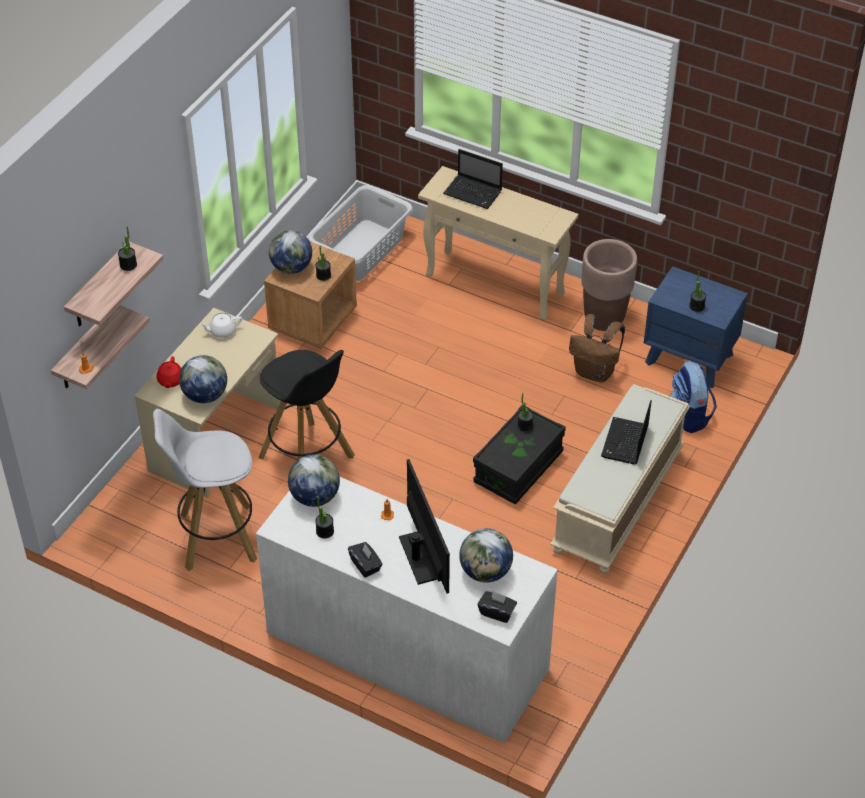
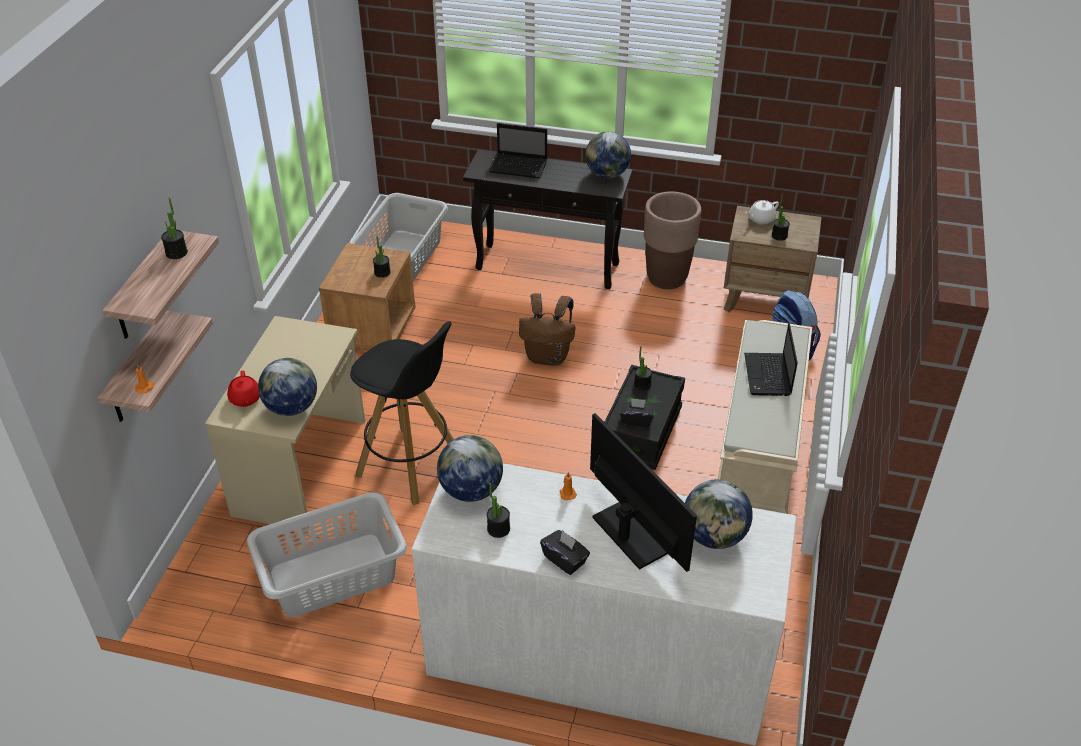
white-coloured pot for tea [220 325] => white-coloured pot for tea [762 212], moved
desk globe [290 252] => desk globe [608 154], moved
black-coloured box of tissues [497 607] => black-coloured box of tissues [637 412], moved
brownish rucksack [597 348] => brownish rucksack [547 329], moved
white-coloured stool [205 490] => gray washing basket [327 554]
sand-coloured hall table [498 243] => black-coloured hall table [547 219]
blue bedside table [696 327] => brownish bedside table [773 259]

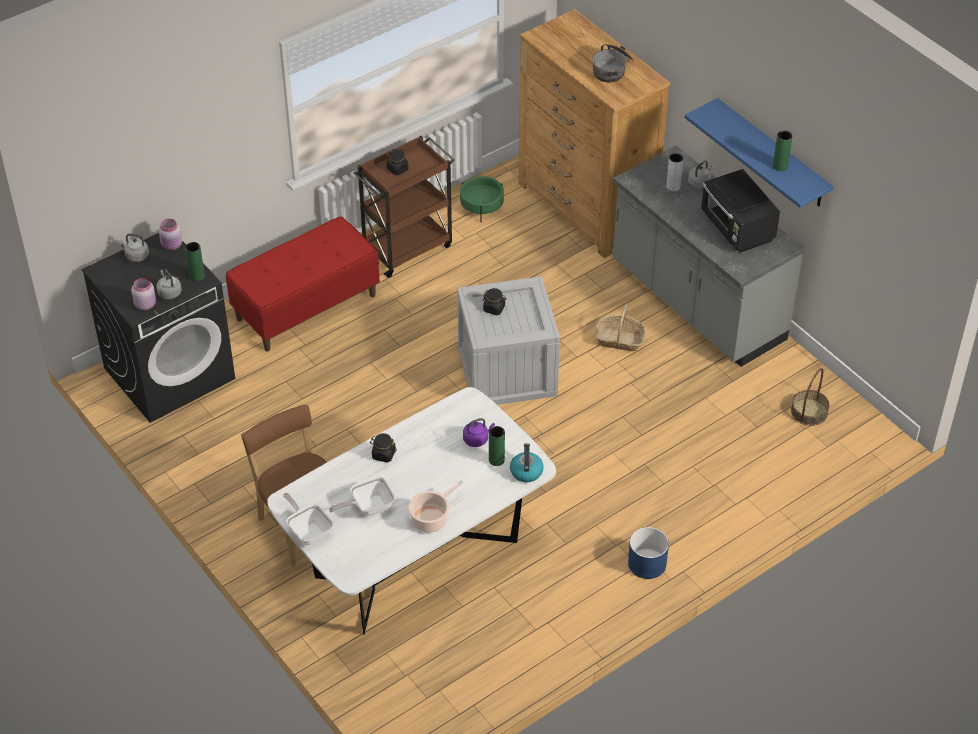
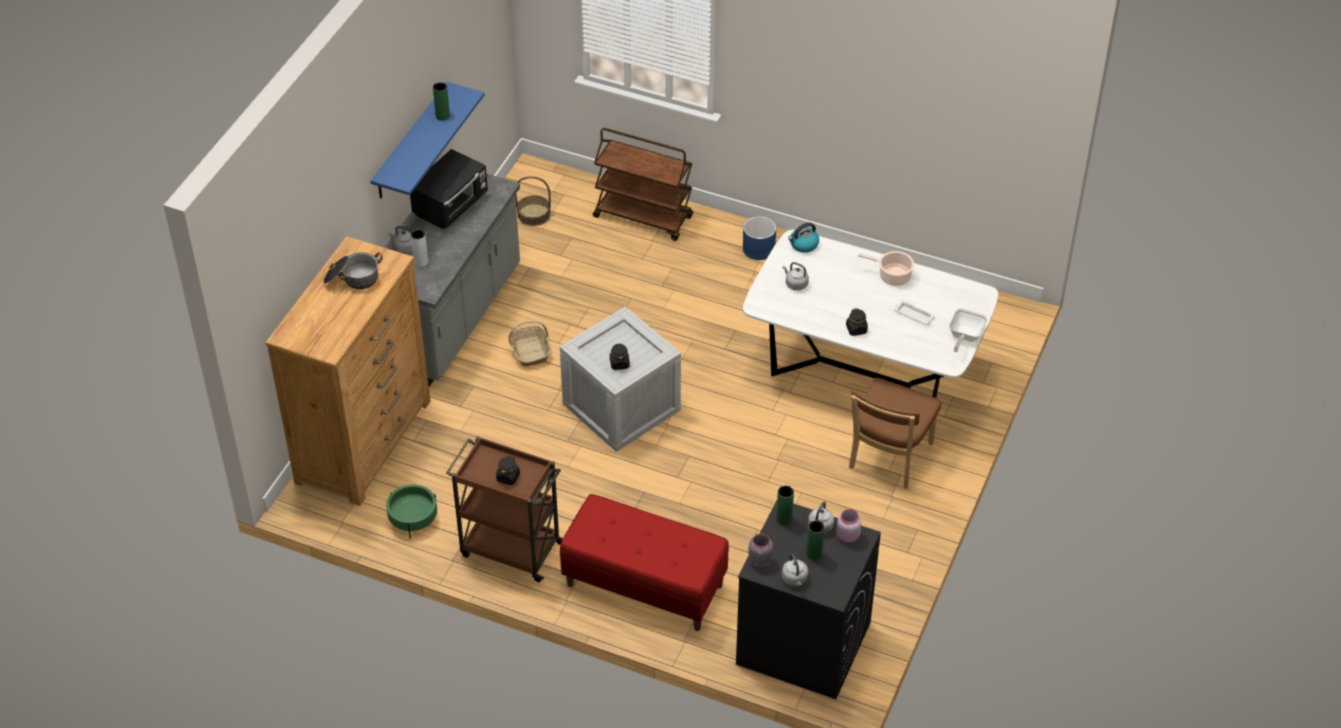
nothing => brownish trolley [643 184]
green-coloured decorative vase [497 446] => green-coloured decorative vase [815 540], moved
skillet [362 496] => white-coloured serving tray [915 312]
pink-coloured jar [170 234] => gray jar [760 550]
purple-coloured water kettle [479 432] => gray water kettle [796 276]

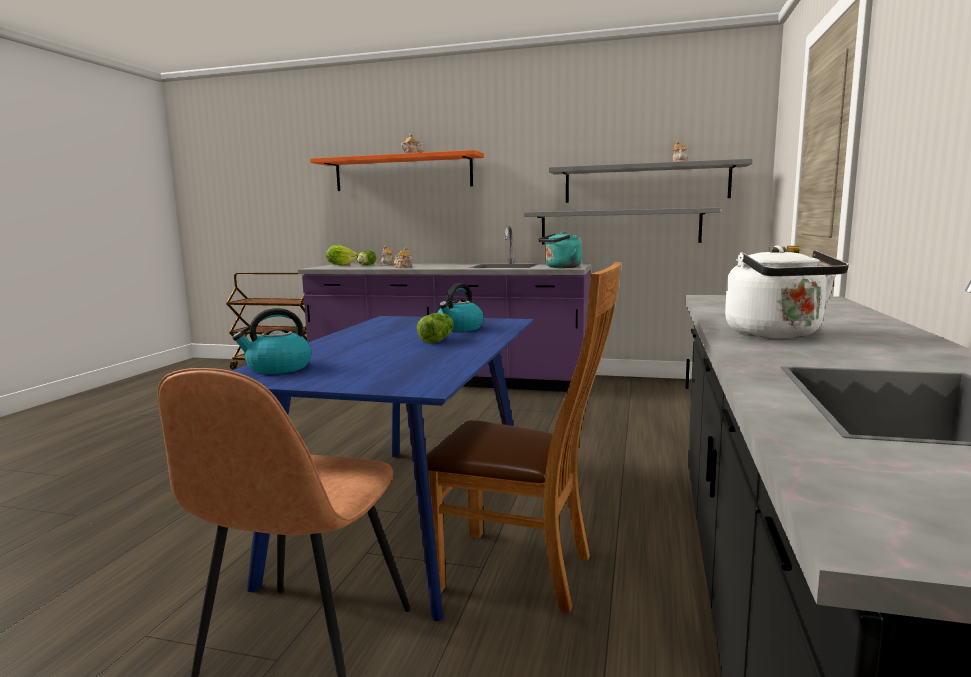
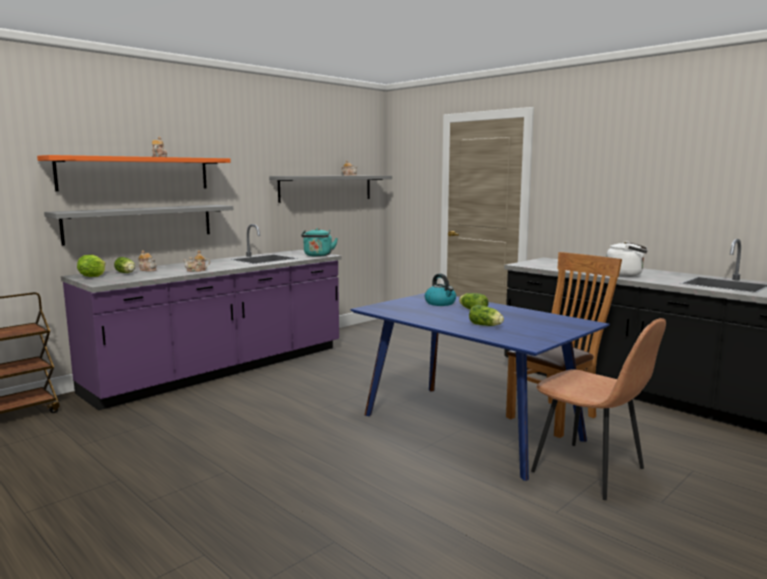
water kettle [272 341] => nothing
nothing => lettuce head [486 315]
gray wall shelf [622 225] => gray wall shelf [138 225], moved

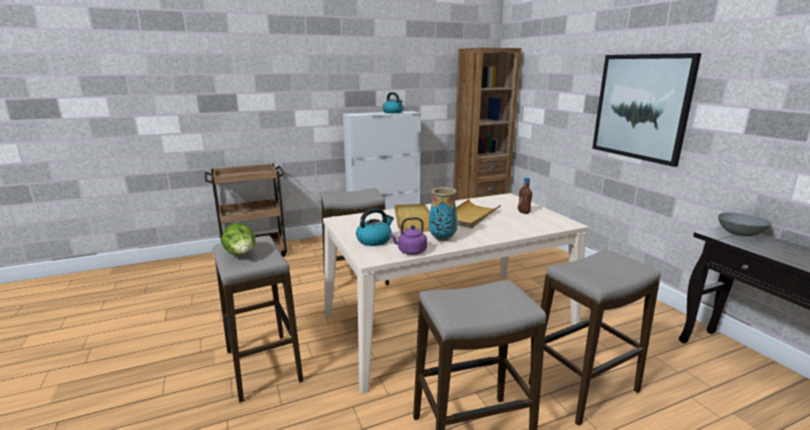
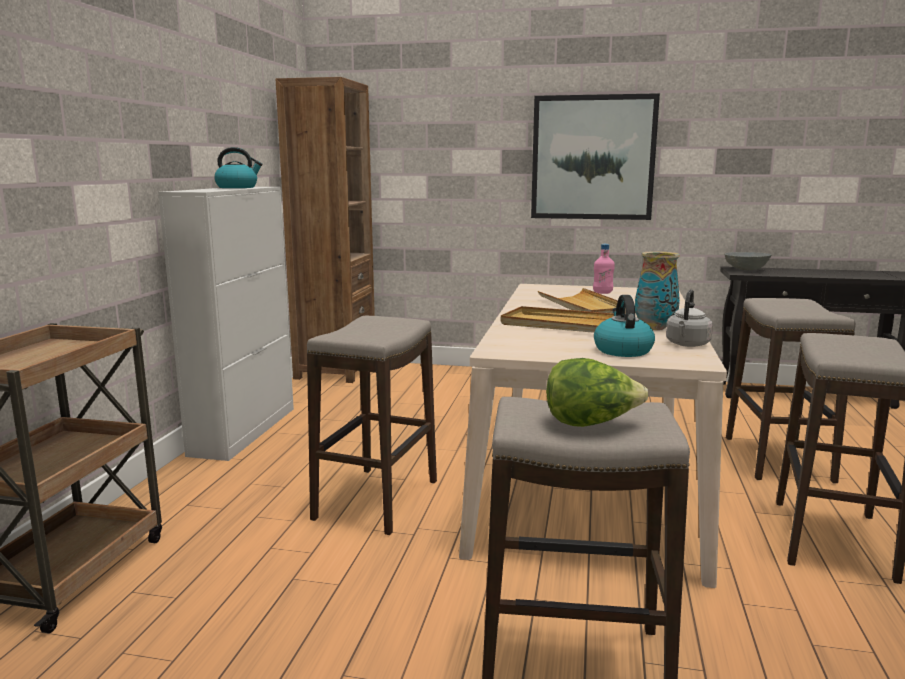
purple-coloured water kettle [408 236] => gray water kettle [689 318]
brownish drink bottle [525 195] => pink-coloured drink bottle [604 269]

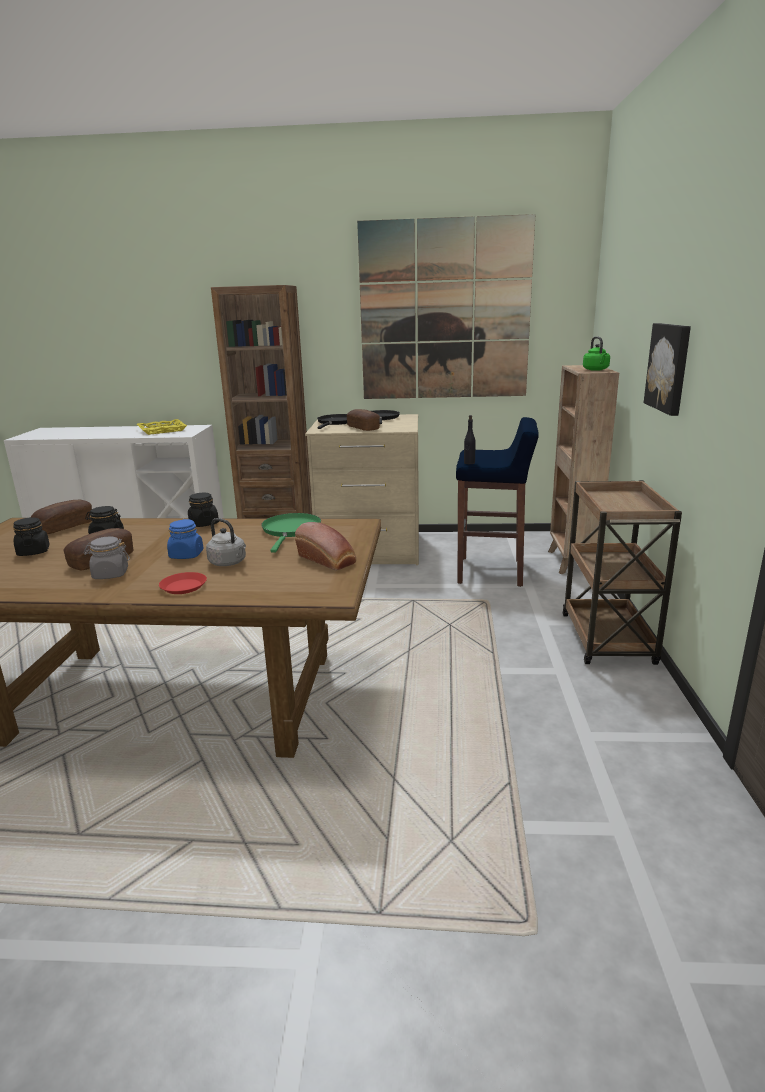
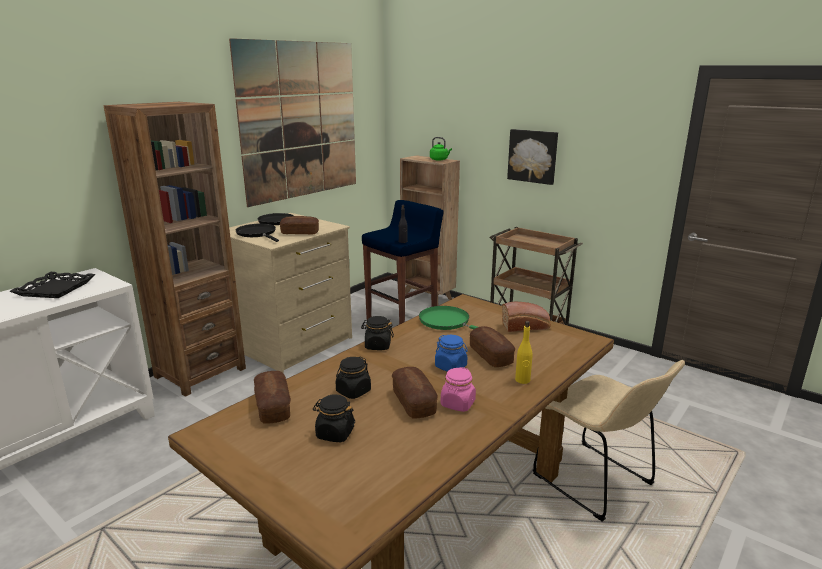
nothing => sand-coloured chair [609 441]
reddish plate [183 583] => yellow-coloured drink bottle [523 352]
gray water kettle [226 542] => bread [492 346]
gray jar [107 558] => pink-coloured jar [458 389]
yellow-coloured serving tray [162 427] => black-coloured serving tray [52 285]

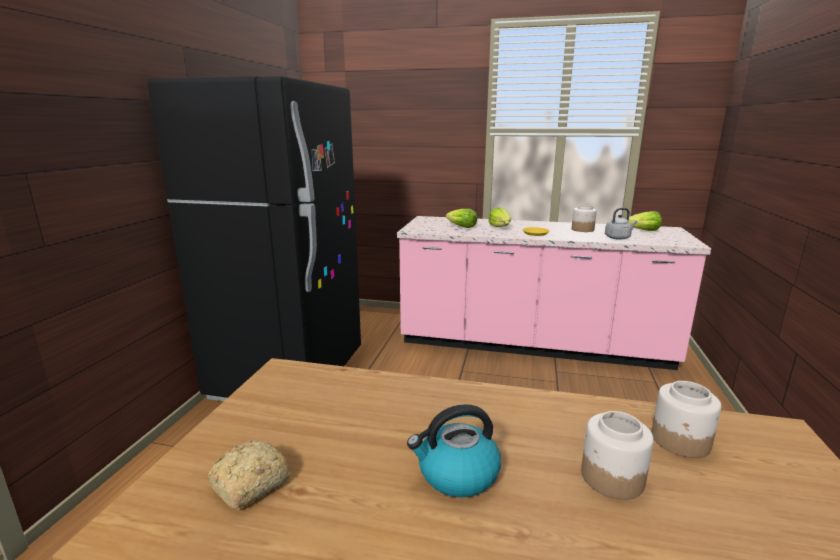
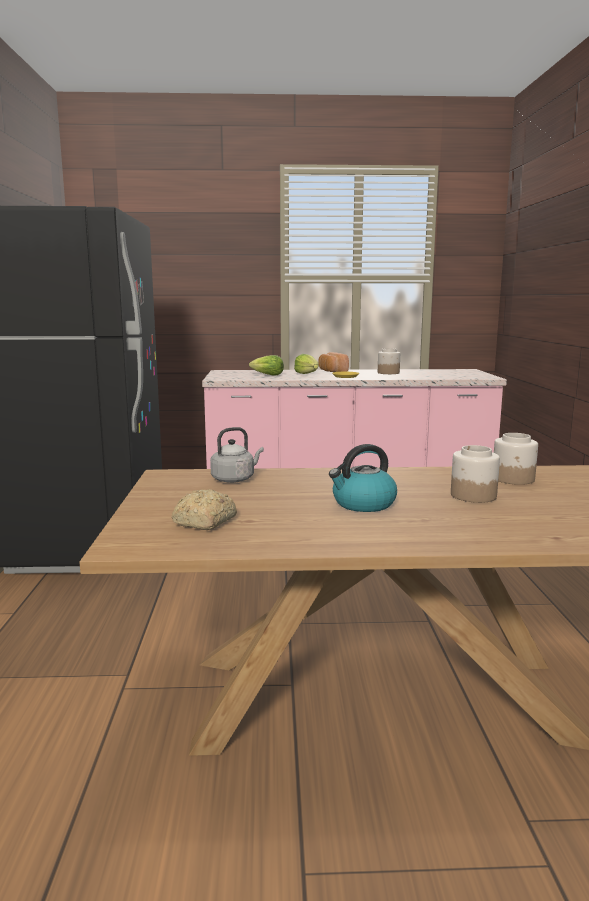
lettuce head [644 221] => nothing
nothing => bread [334 362]
gray water kettle [621 224] => gray water kettle [237 455], moved

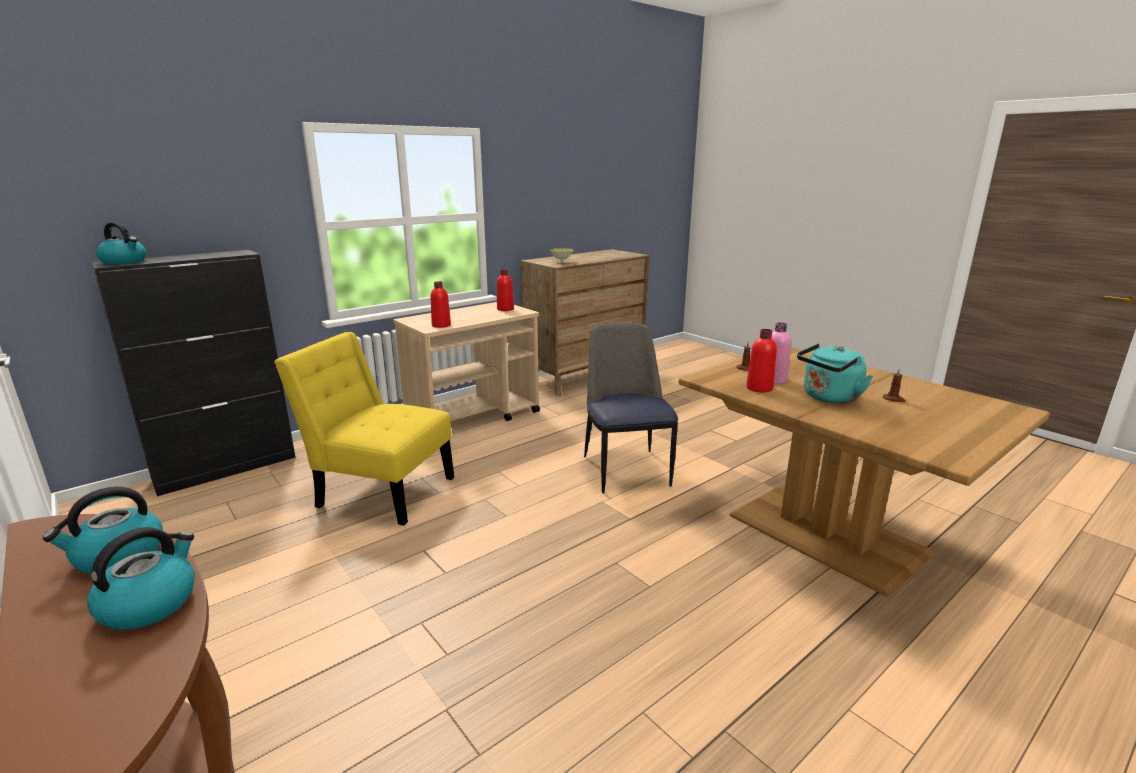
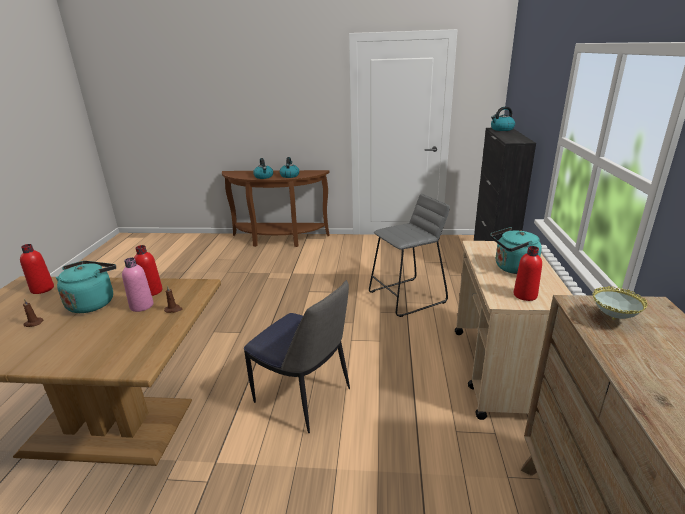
nothing => turquoise-coloured water kettle [516 250]
reddish drink bottle [440 304] => reddish drink bottle [37 269], moved
yellow-coloured chair [364 428] => gray stool [409 255]

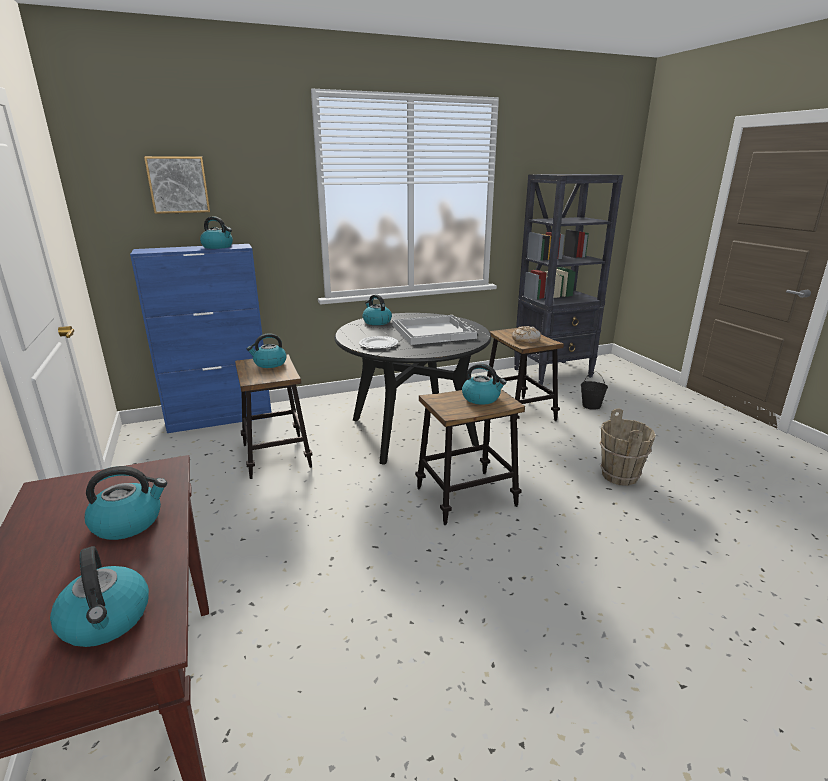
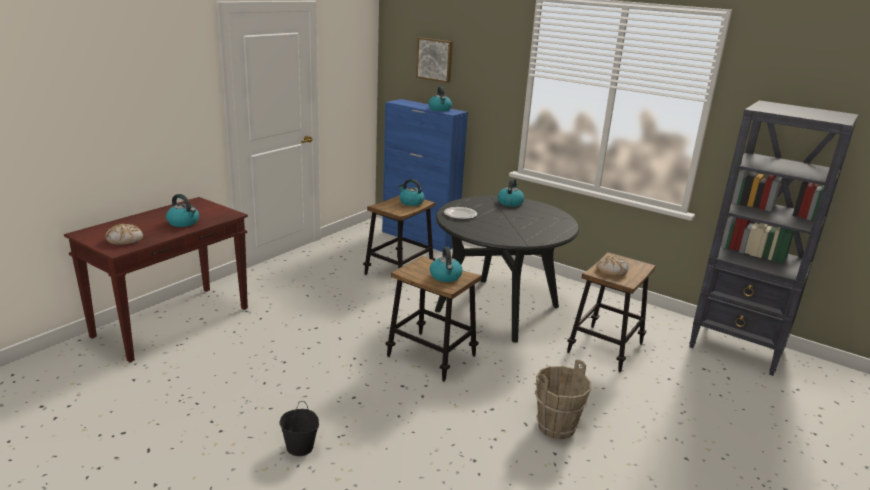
white-coloured serving tray [434 330] => nothing
black-coloured bucket [594 390] => black-coloured bucket [299 428], moved
water kettle [99 596] => bread [124 234]

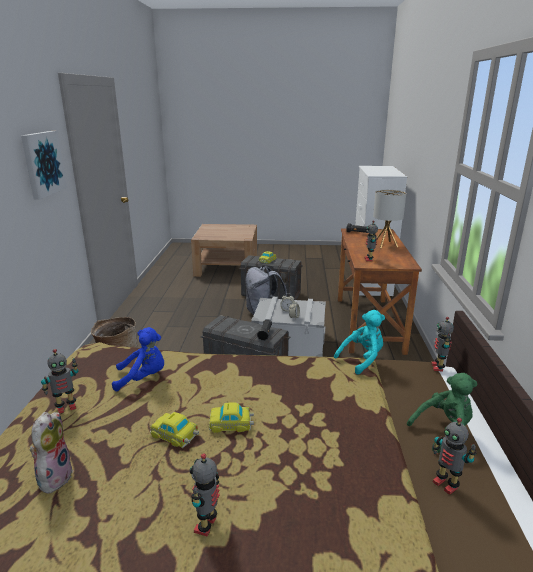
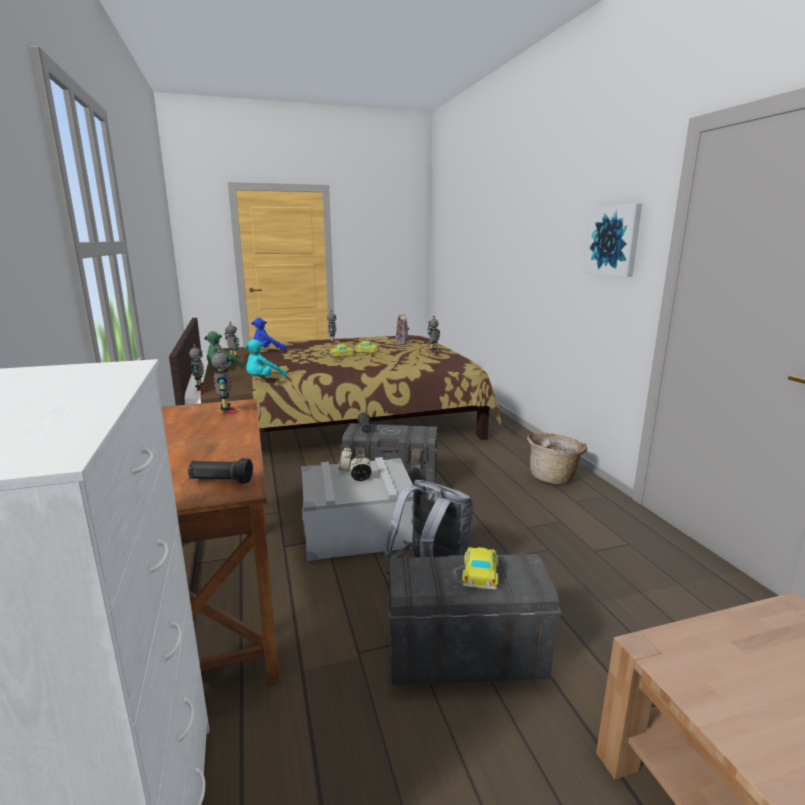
lamp for a table [389 219] => nothing
blue plush toy [138 359] => blue plush toy [268 334], moved

